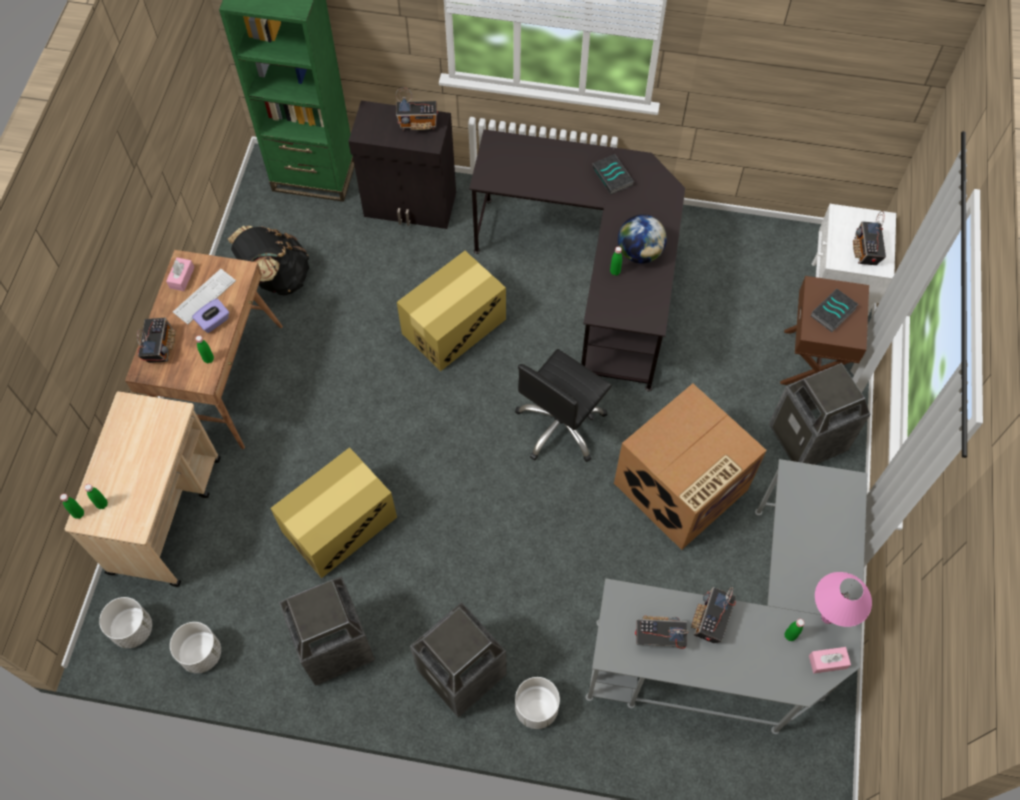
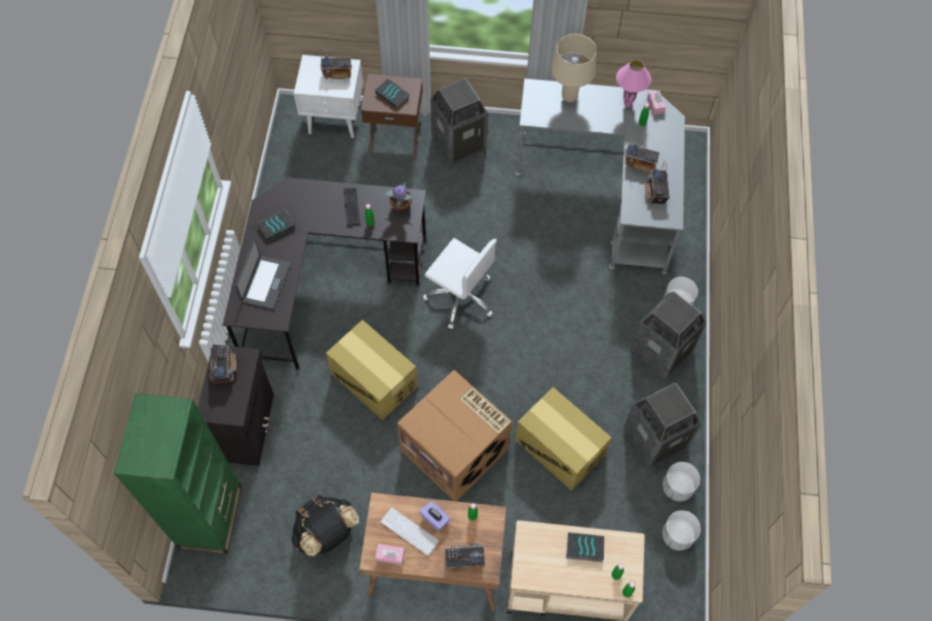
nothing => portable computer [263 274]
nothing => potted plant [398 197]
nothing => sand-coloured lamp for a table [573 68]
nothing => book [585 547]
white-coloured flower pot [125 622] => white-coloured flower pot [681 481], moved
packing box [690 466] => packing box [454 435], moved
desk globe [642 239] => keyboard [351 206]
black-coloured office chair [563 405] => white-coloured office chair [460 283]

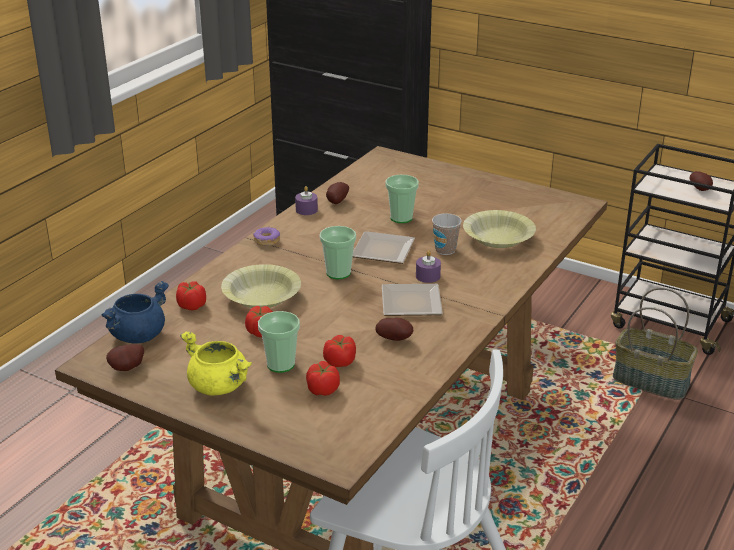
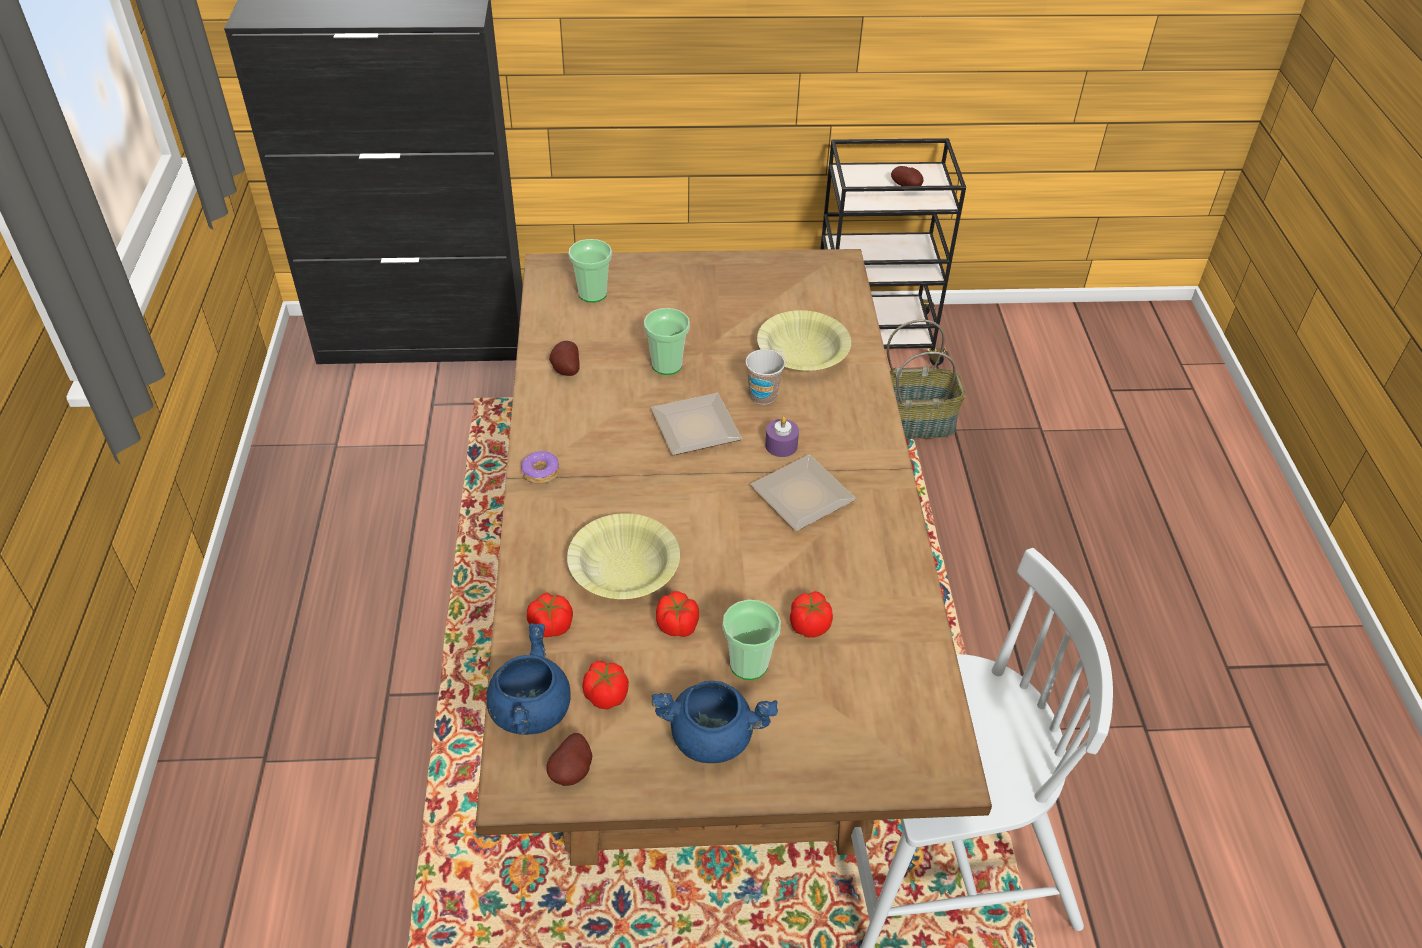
purple-coloured wax candle [306 200] => nothing
whole potato [394 329] => nothing
fresh tomato [323 378] => fresh tomato [605 685], moved
cup [337 252] => cup [590 271], moved
yellow-coloured stockpot [216 364] => blue stockpot [715 722]

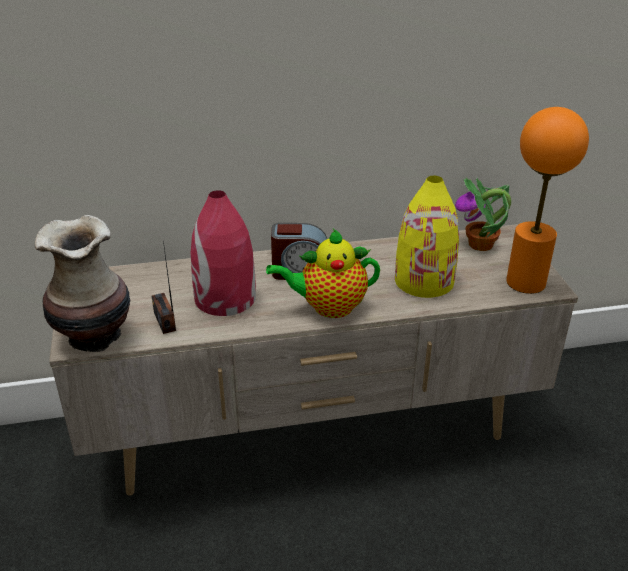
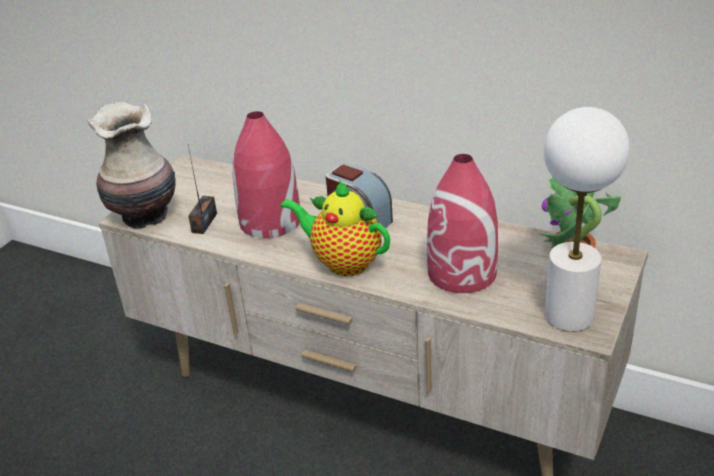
yellow-coloured decorative vase [427 237] => reddish decorative vase [462 223]
orange lamp for a table [547 200] => white-coloured lamp for a table [586 219]

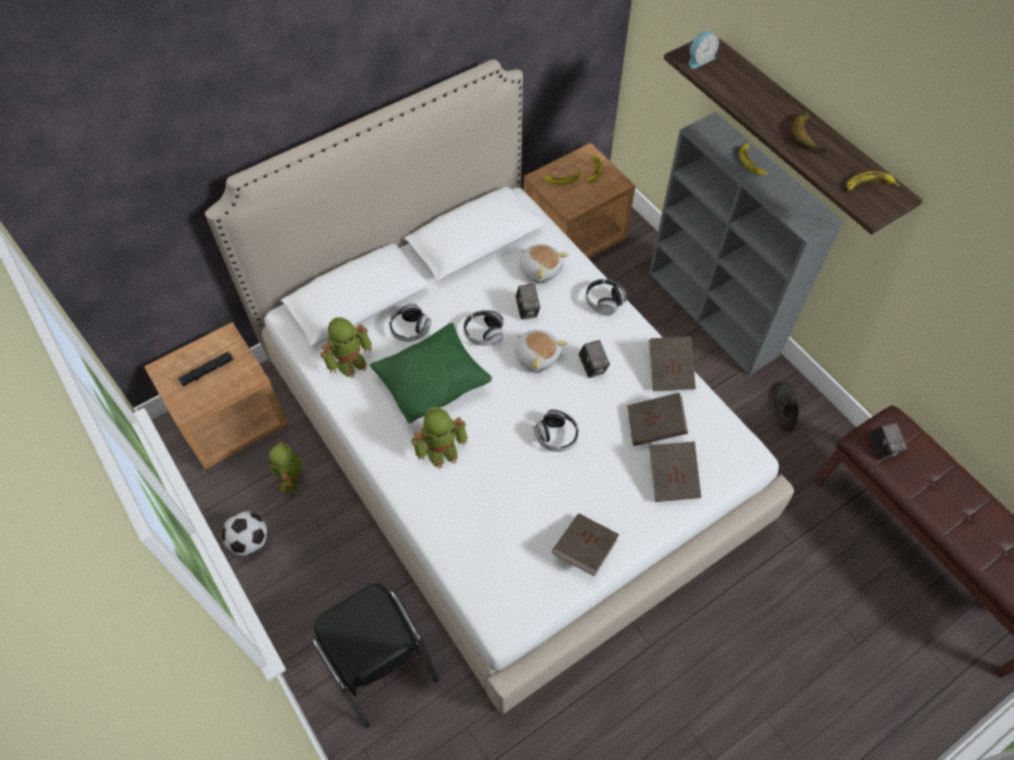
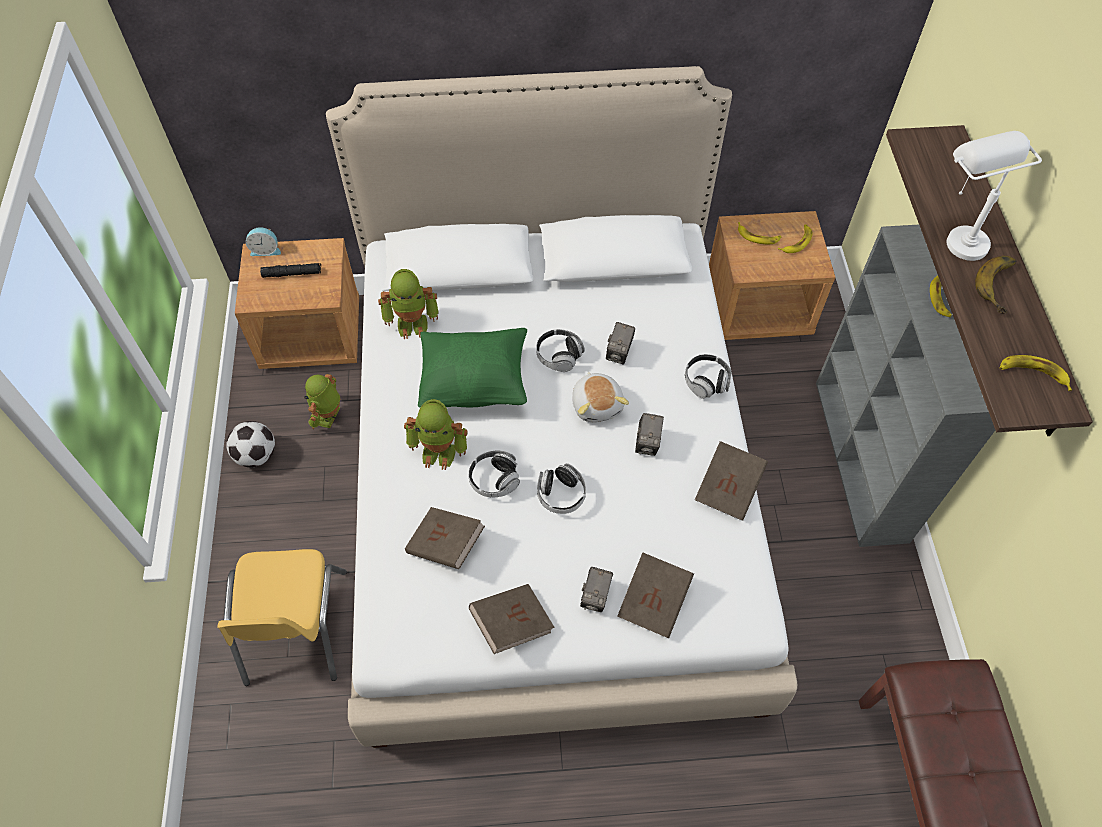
plush toy [544 264] => nothing
gray shoe [786 406] => nothing
nothing => white-coloured lamp for a table [994 196]
pair of headphones [410 323] => pair of headphones [494 474], moved
brownish book [657 419] => brownish book [445 538], moved
table clock [704 50] => table clock [263 241], moved
photo camera [888 441] => photo camera [596 589], moved
black-coloured chair [375 656] => yellow-coloured chair [282 617]

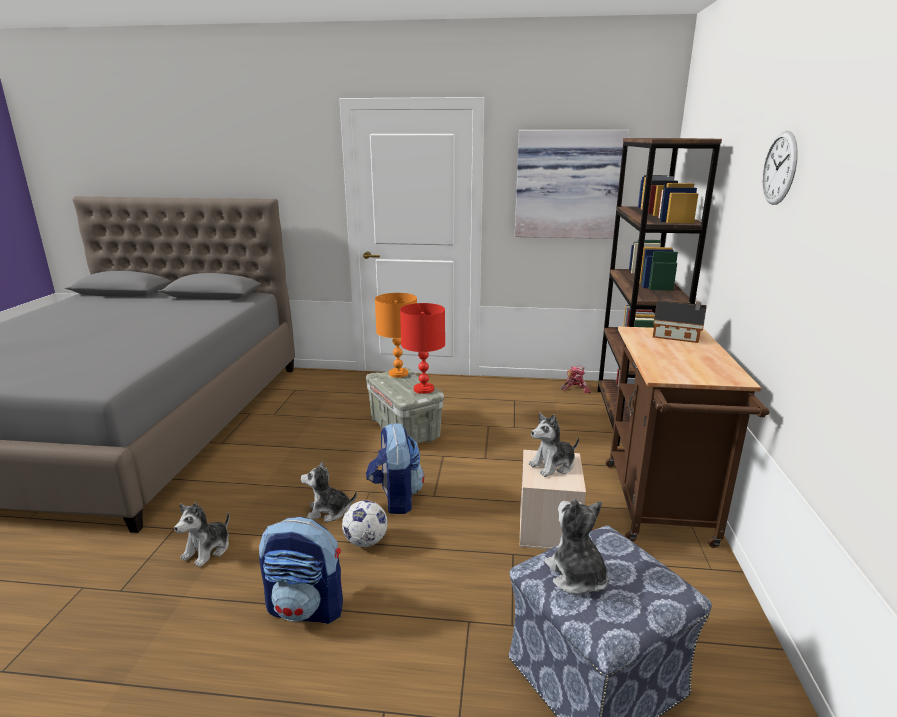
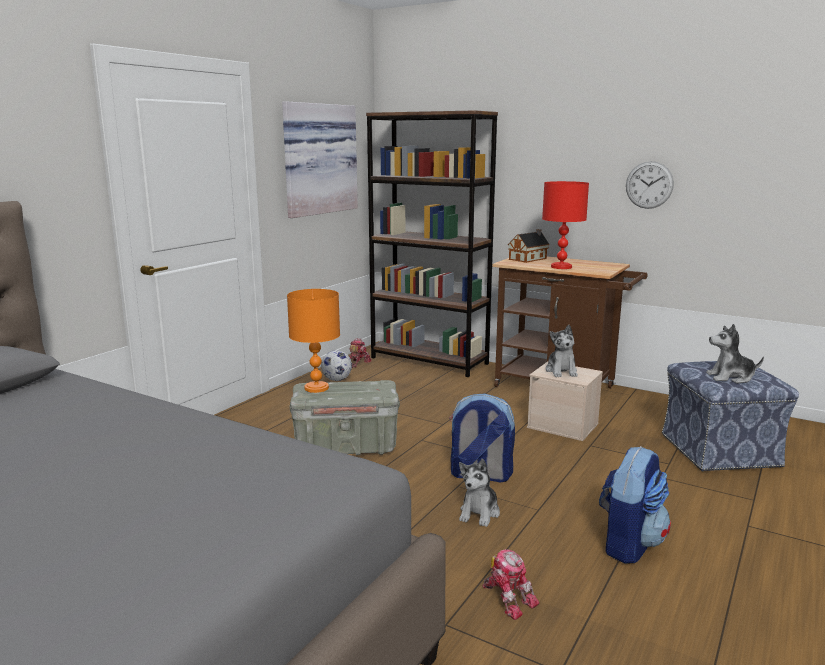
football [365 523] => football [336 365], moved
reddish lamp for a table [422 348] => reddish lamp for a table [565 225], moved
clock on the wall [780 168] => clock on the wall [650 185], moved
plush toy [201 535] => model robot [511 584]

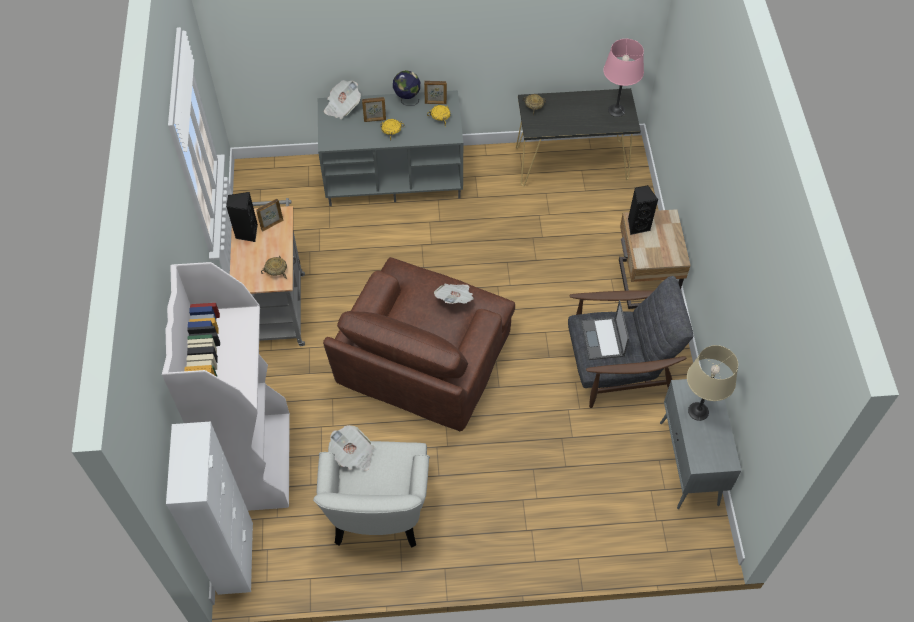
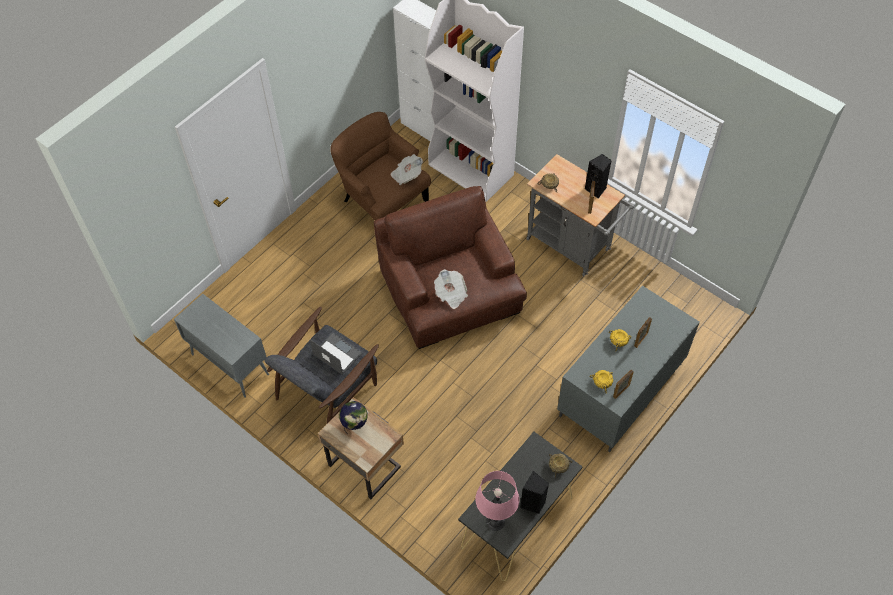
daily paper [342 99] => nothing
sand-coloured lamp for a table [712 383] => nothing
desk globe [406 88] => desk globe [353 417], moved
black-coloured loudspeaker [643 210] => black-coloured loudspeaker [534 492], moved
white-coloured armchair [371 494] => brownish armchair [380 166]

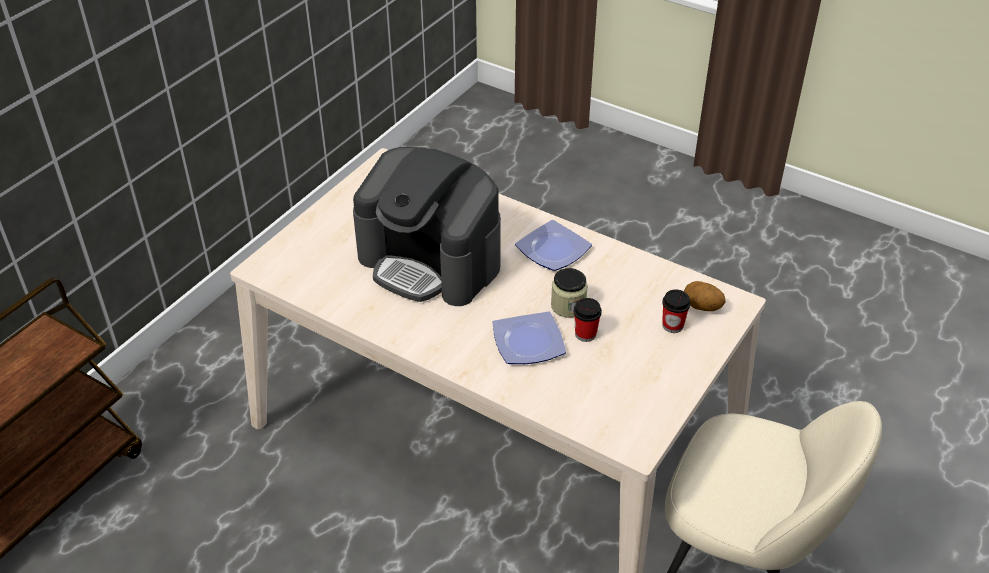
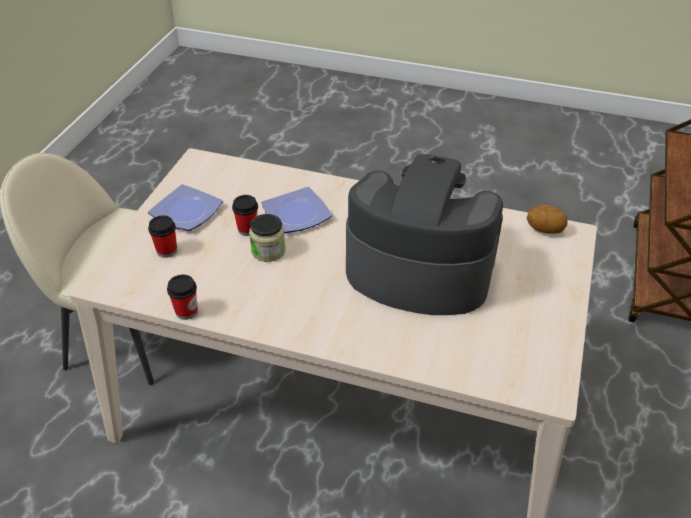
nothing => cup [182 297]
plate [553 245] => plate [185 207], moved
whole potato [705 296] => whole potato [547 219], moved

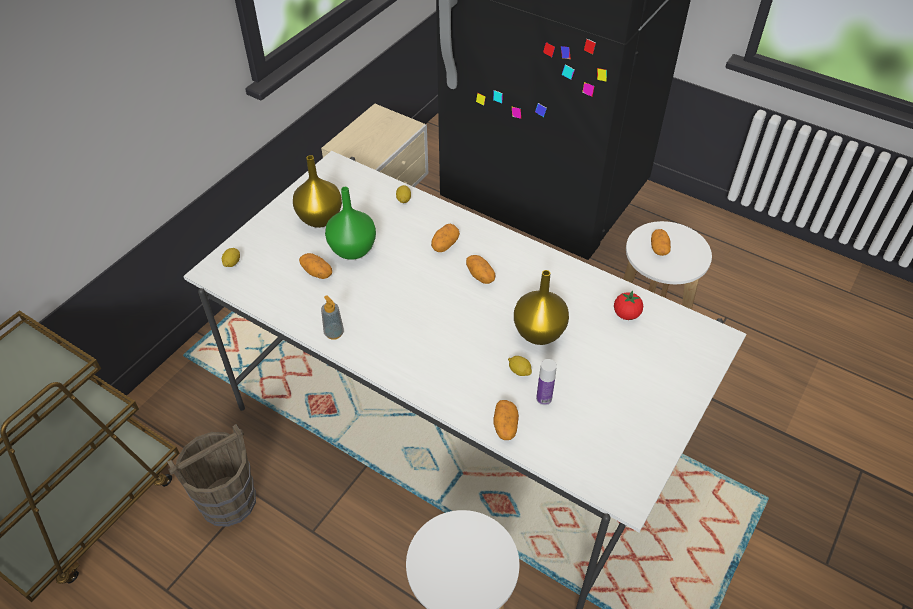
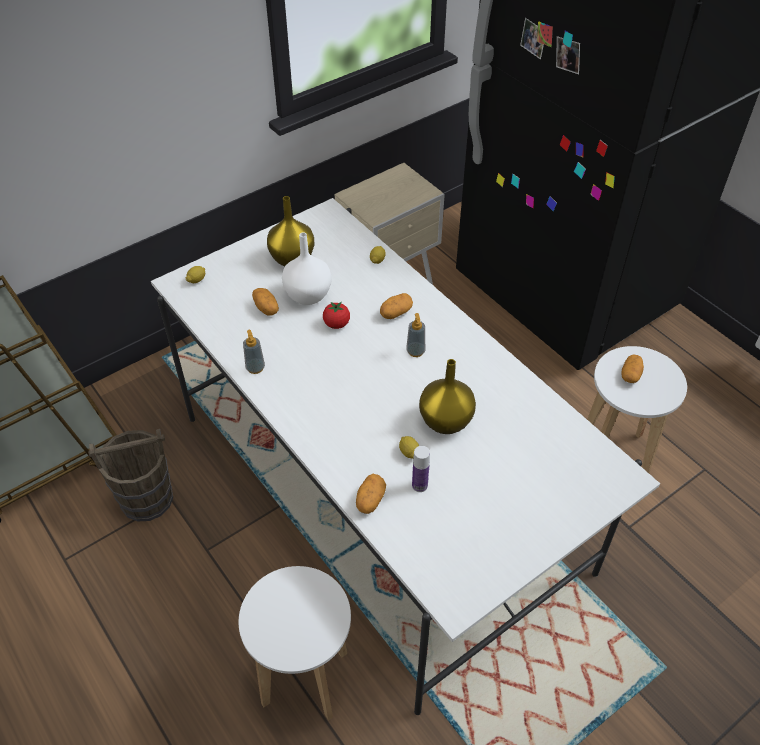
fresh tomato [628 305] => fresh tomato [336 315], moved
whole potato [481 269] => liquid soap bottle [415 335]
green-coloured decorative vase [350 223] => white-coloured decorative vase [307 268]

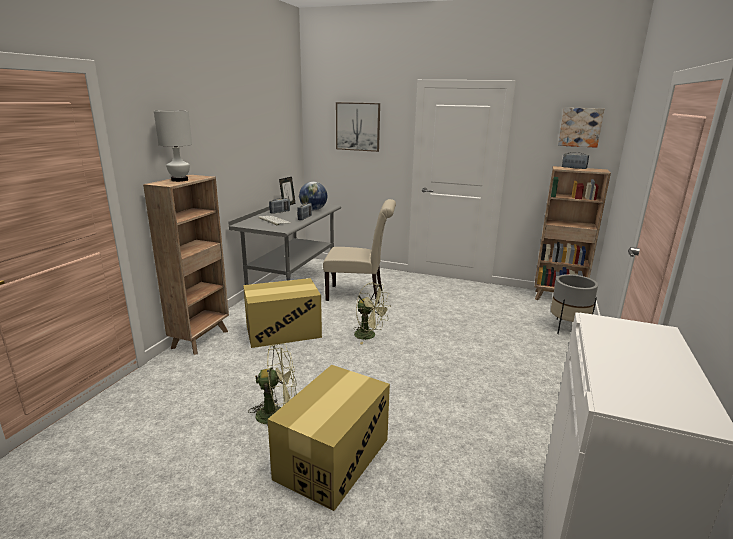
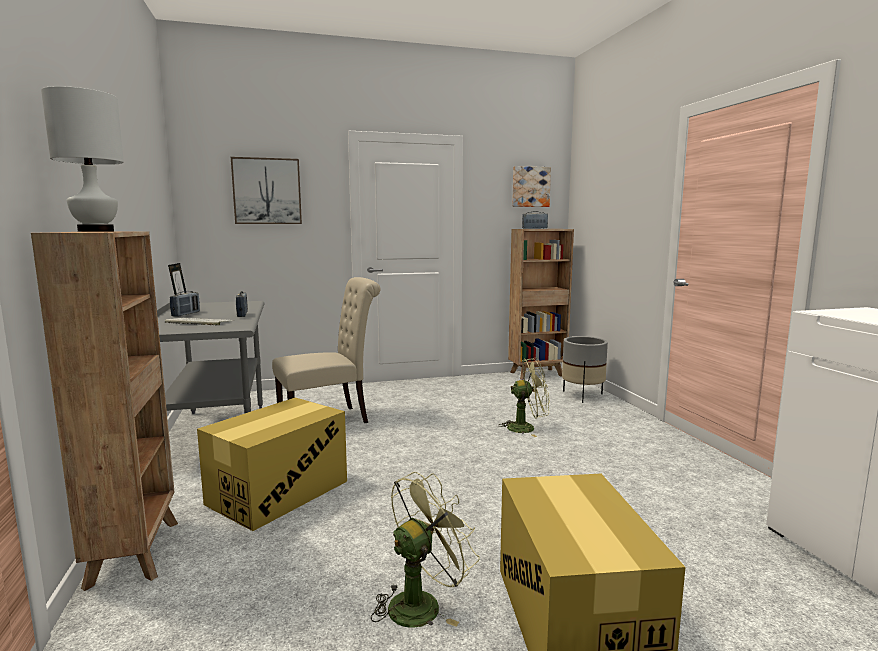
desk globe [313 196] => nothing
green-coloured electric fan [372 313] => green-coloured electric fan [524 397], moved

